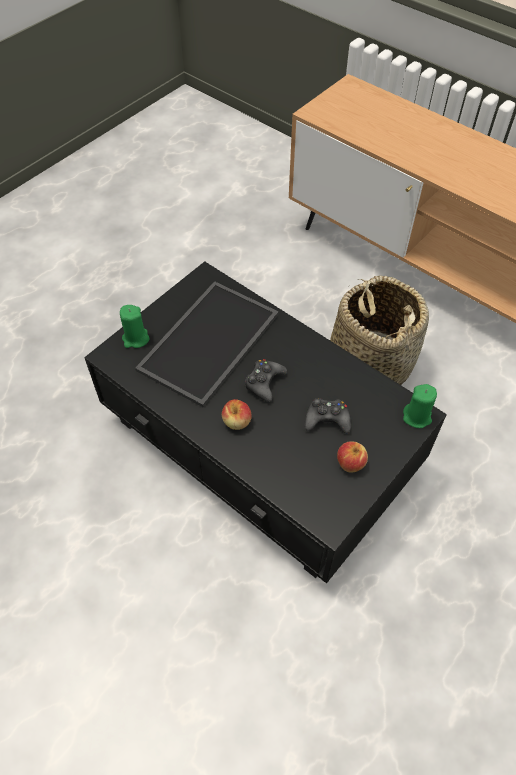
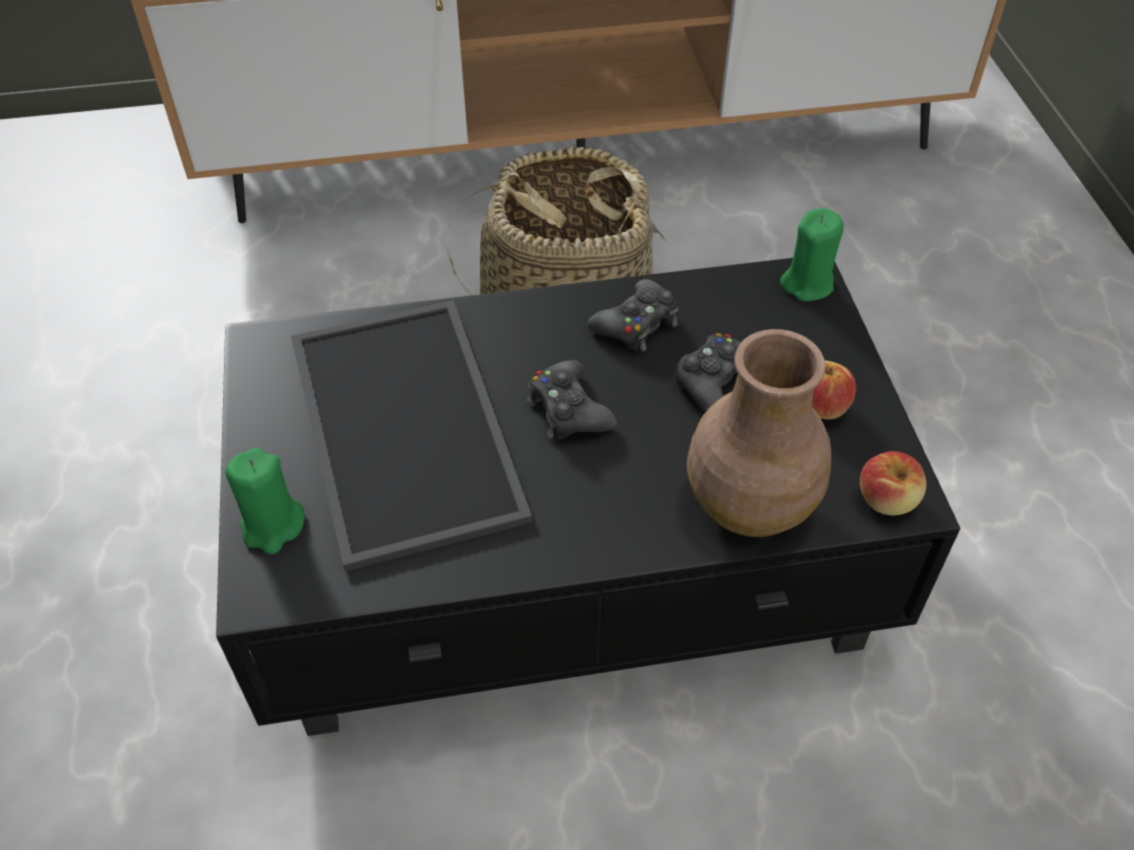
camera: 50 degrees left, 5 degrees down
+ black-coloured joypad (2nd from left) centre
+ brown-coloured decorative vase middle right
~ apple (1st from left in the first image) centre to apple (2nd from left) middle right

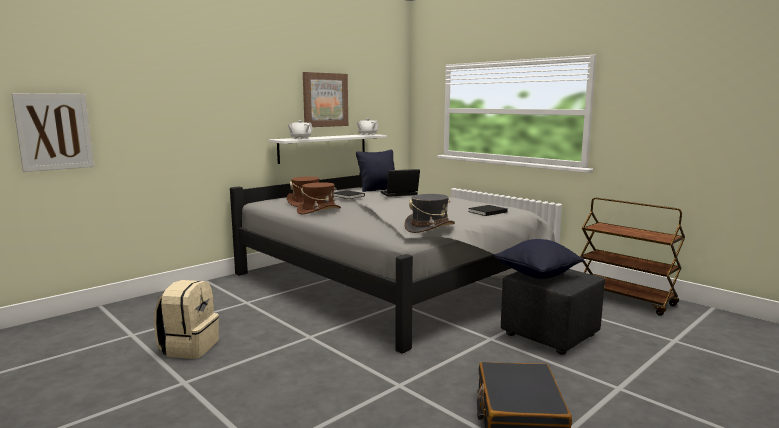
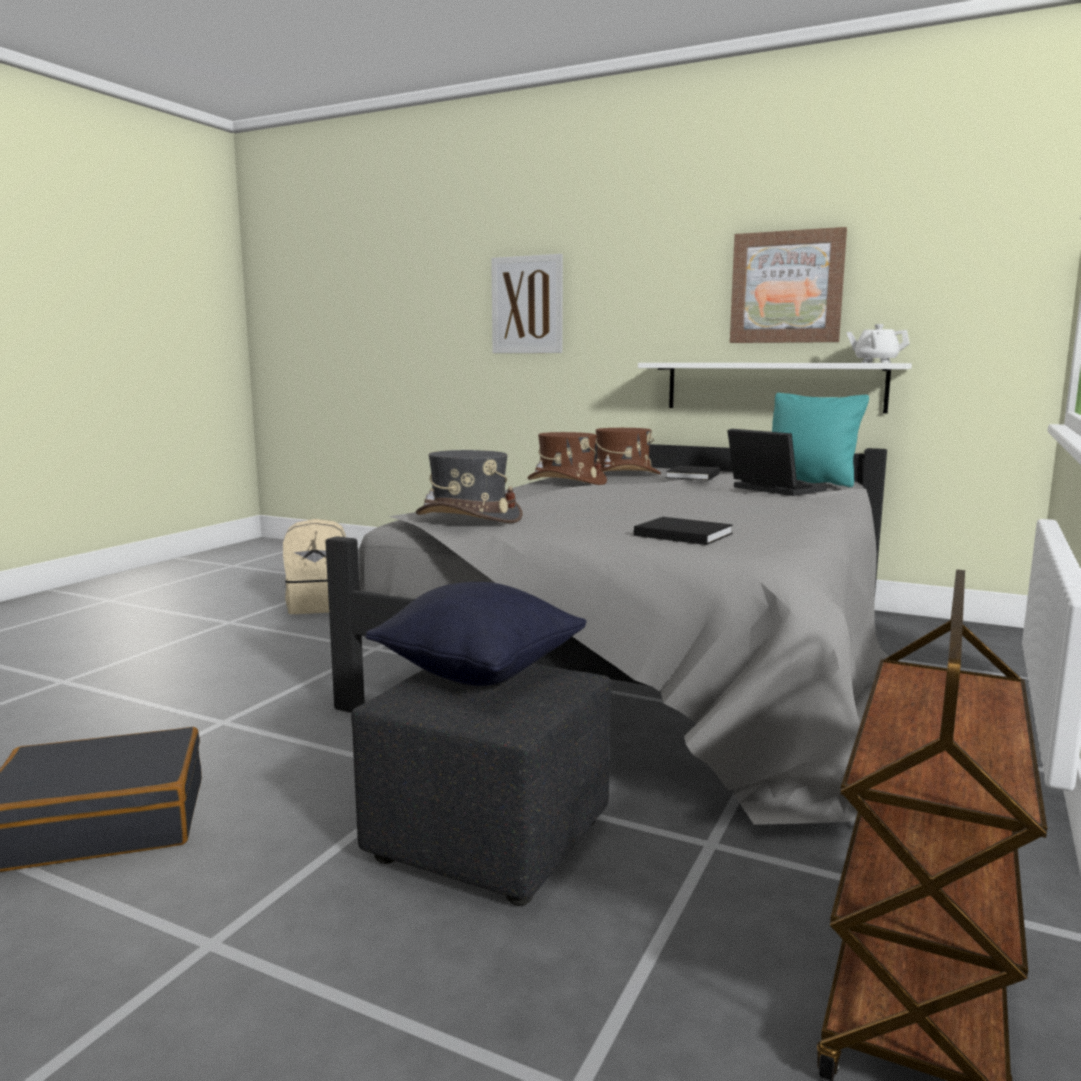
camera: 70 degrees right, 0 degrees up
~ picture (1st from left) top left to top centre
~ black-coloured cushion (1st from left) centre to turquoise-coloured cushion middle right
- white teapot (1st from left) top centre

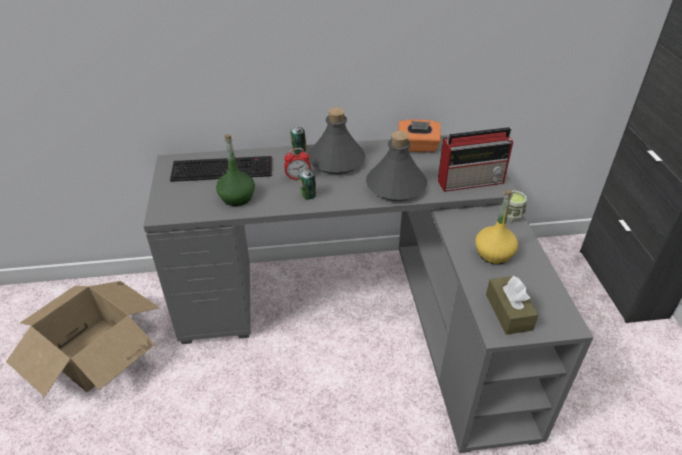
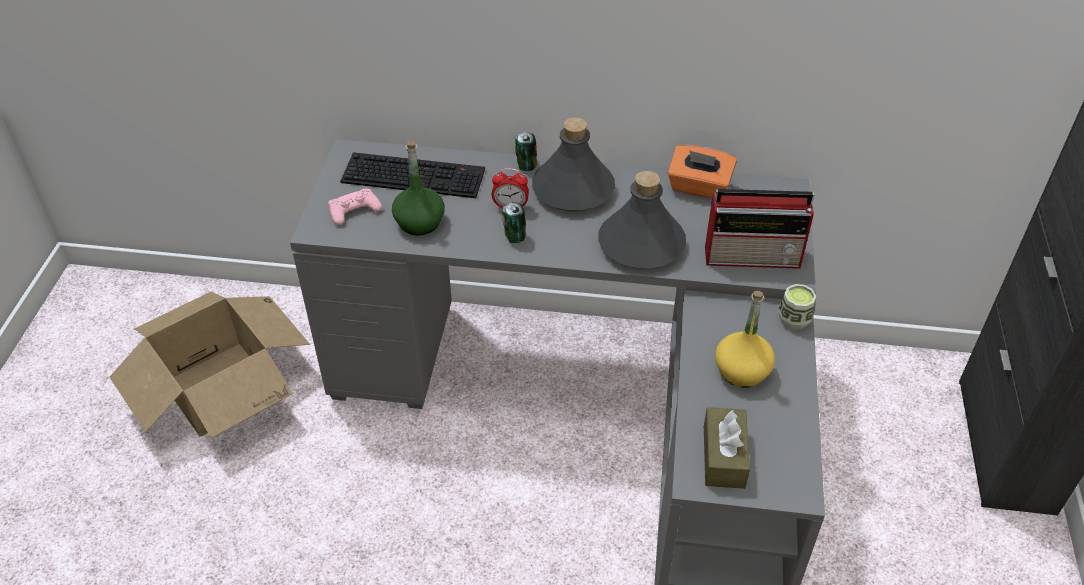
camera: 15 degrees right, 5 degrees up
+ pinkish joypad middle left

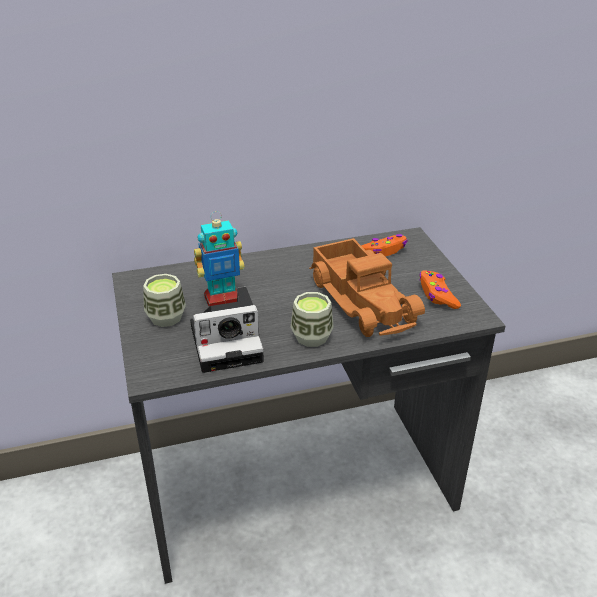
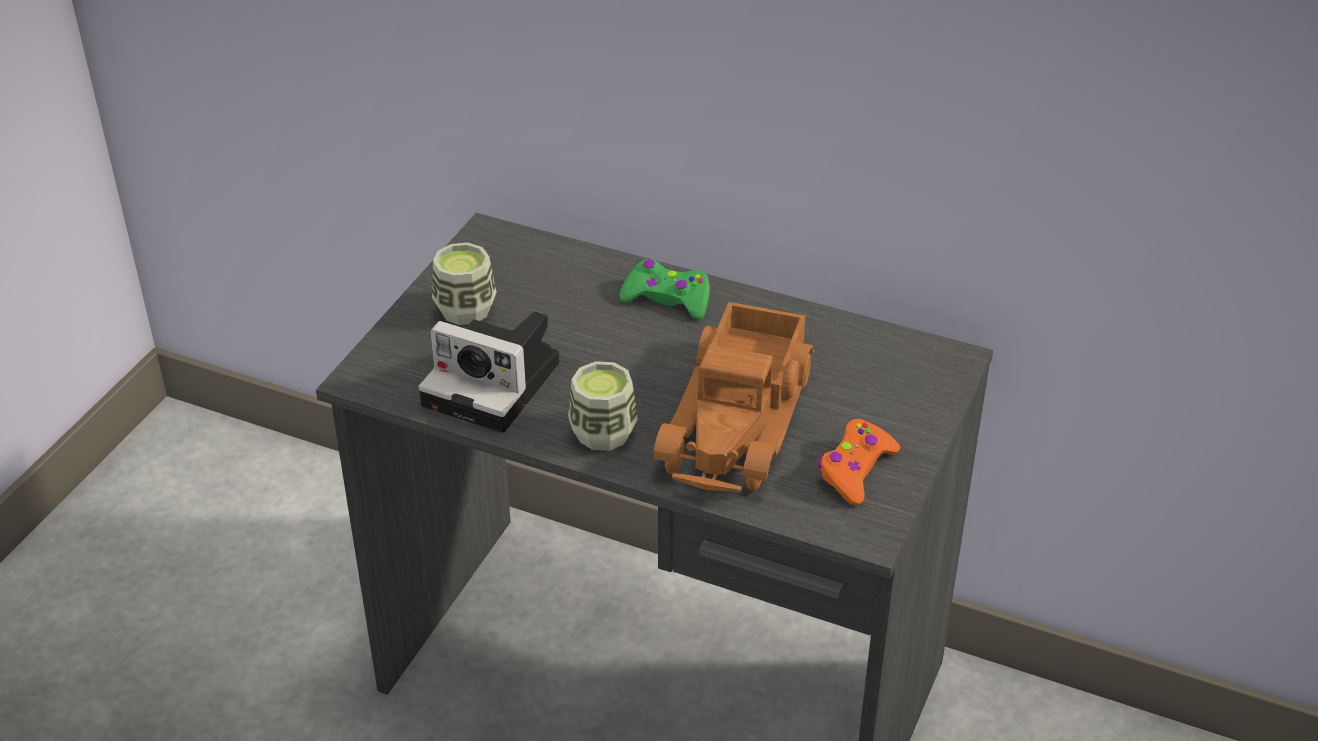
camera: 40 degrees right, 5 degrees up
+ green-coloured joypad centre
- model robot centre
- orangey joypad (1st from left) centre

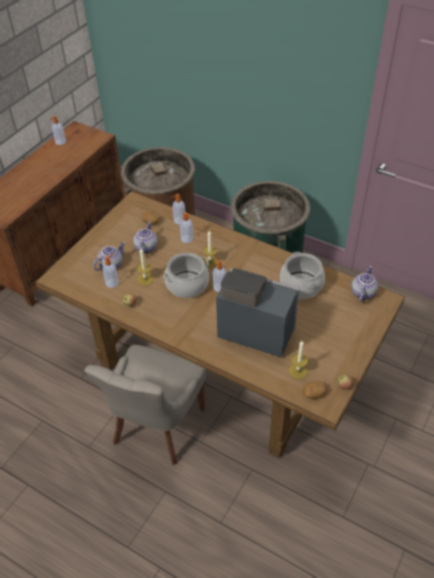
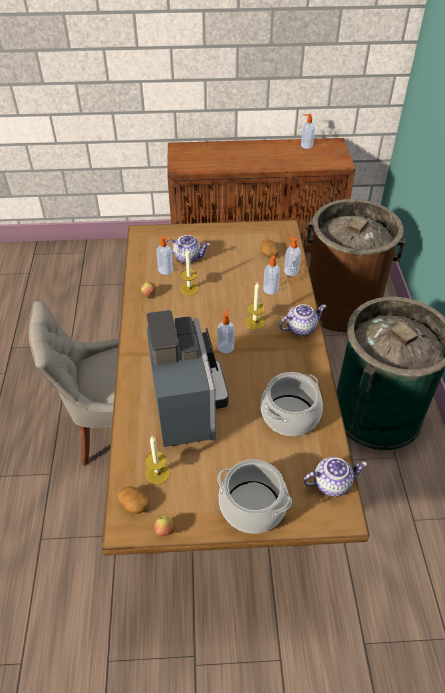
camera: 55 degrees right, 0 degrees up
~ cooking pot (1st from left) centre to bottom centre
~ teapot (2nd from left) centre to middle right

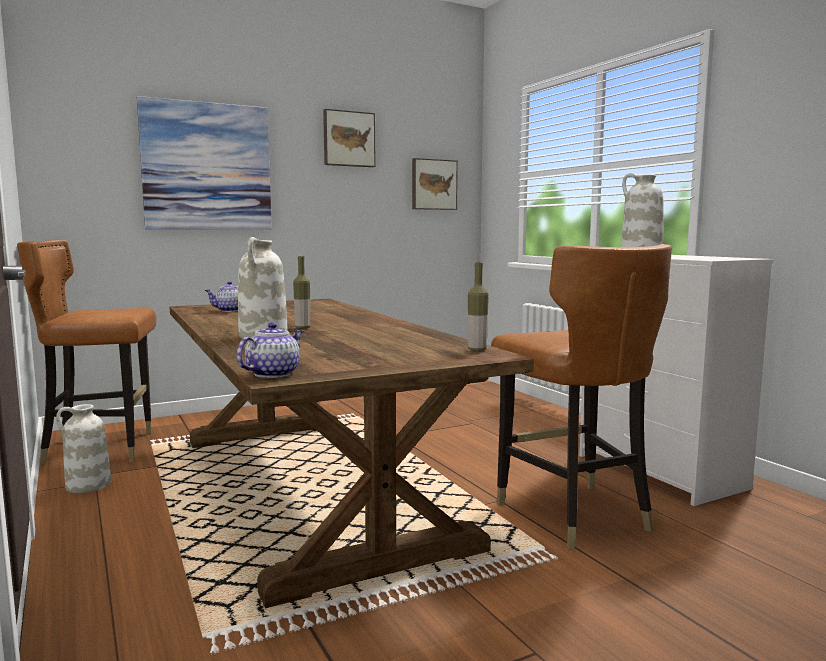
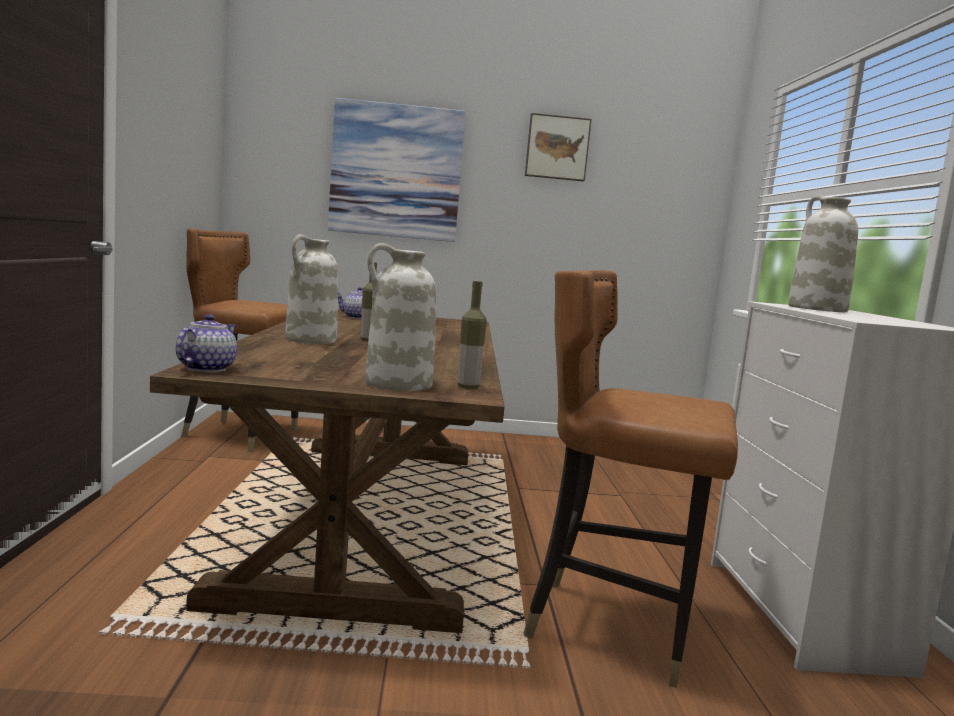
camera: 25 degrees right, 0 degrees up
~ teapot (2nd from left in the first image) middle left = middle left 45 degrees counterclockwise
~ white decorative vase (1st from left in the first image) bottom left to white decorative vase (2nd from left) centre
~ brown-coloured upright chair (2nd from left) middle right = bottom centre 105 degrees clockwise
- picture (3rd from left) top centre

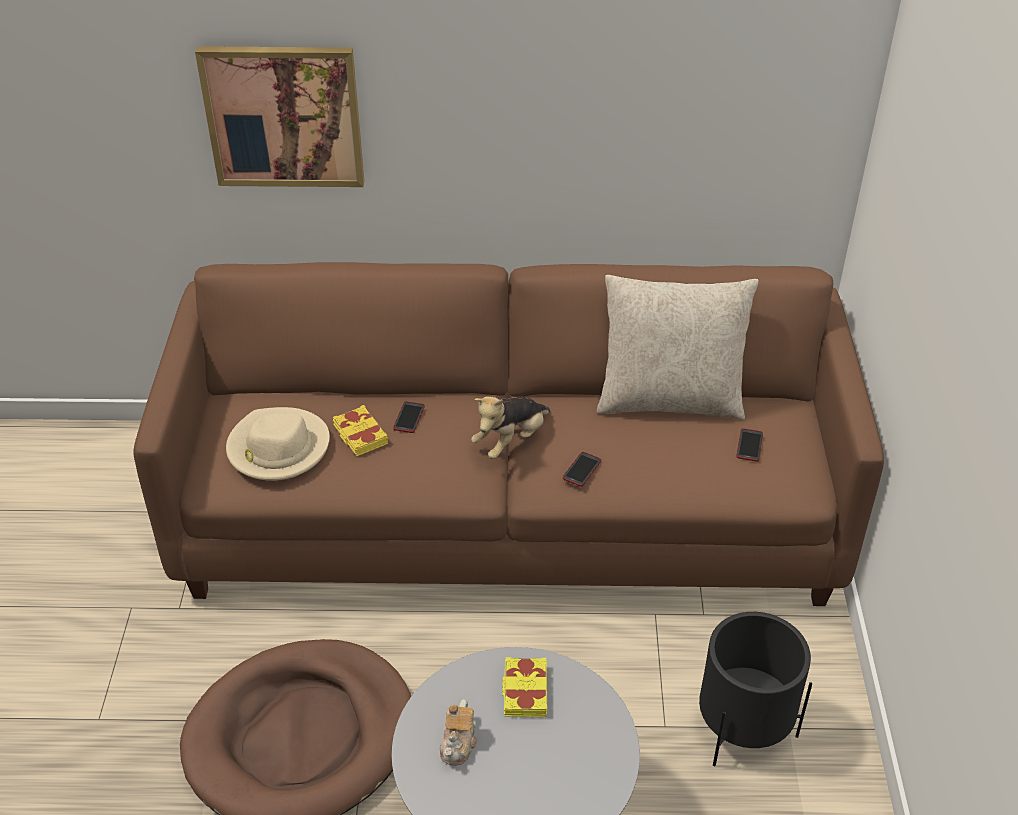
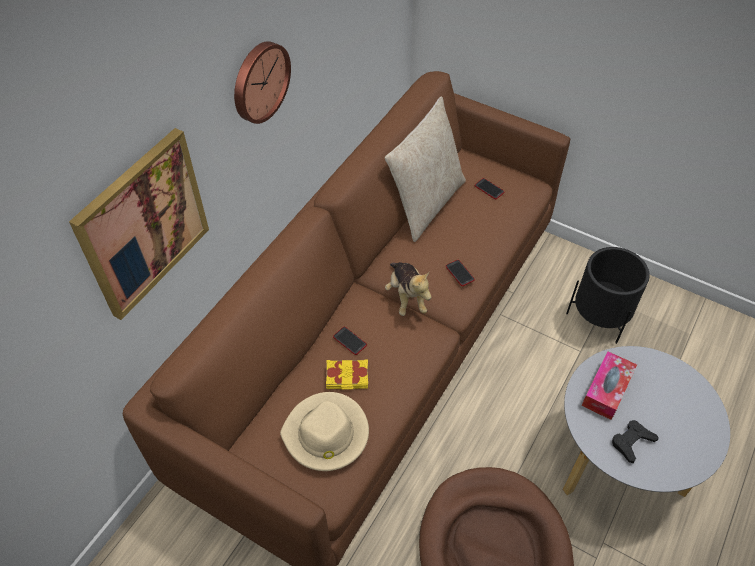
camera: 60 degrees left, 10 degrees up
+ clock on the wall top centre
~ yellow-coloured book (2nd from left) bottom centre to tissue box bottom right
~ teapot bottom centre to black-coloured joypad bottom right

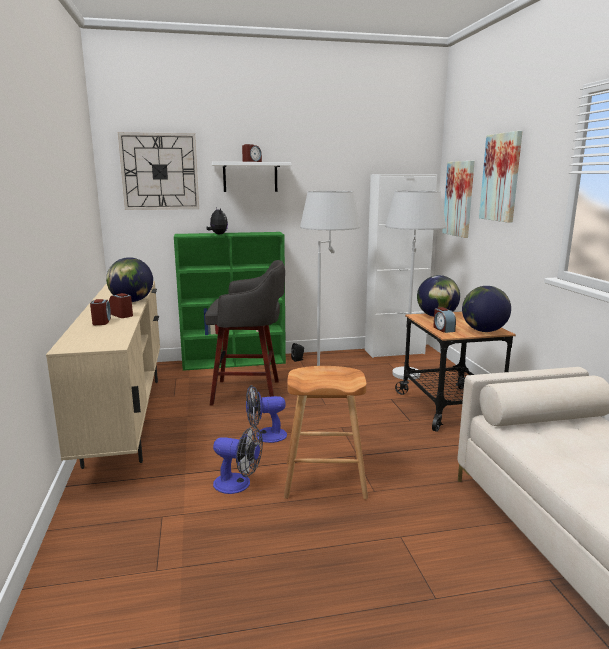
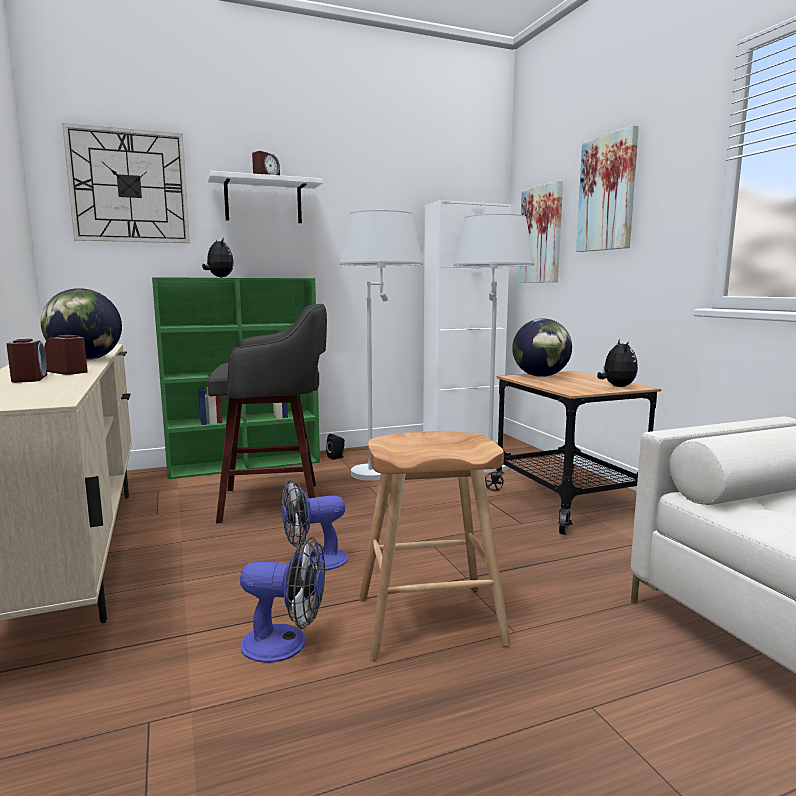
camera: 10 degrees left, 5 degrees down
~ world globe (3rd from left) middle right to plush toy (2nd from left) middle right
- bedside clock (4th from left) middle right

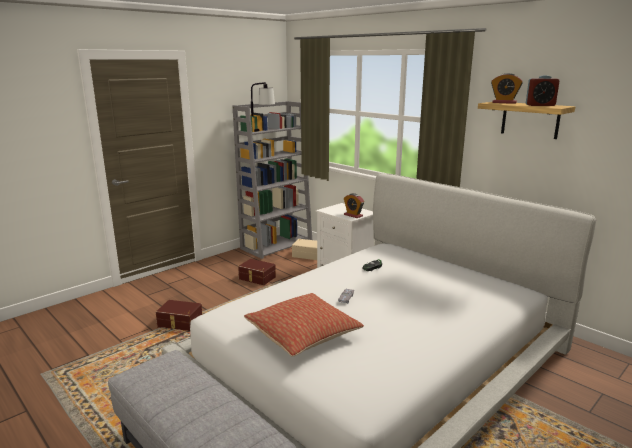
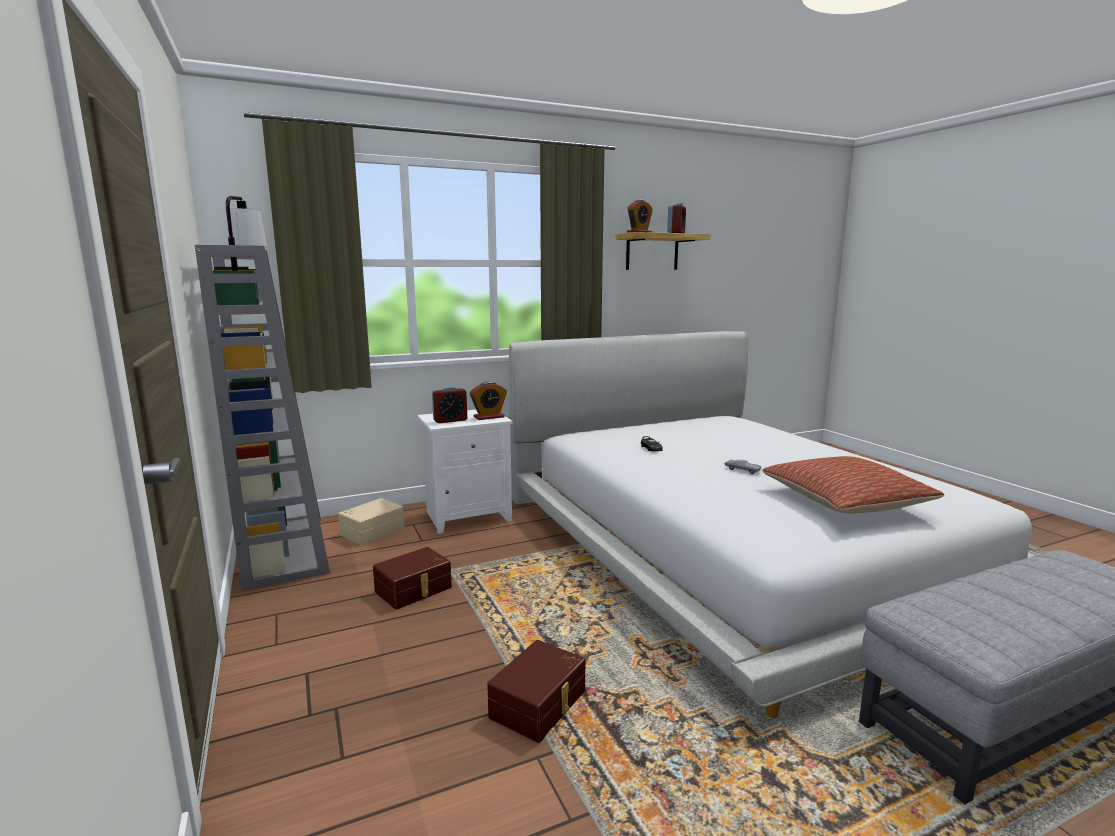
camera: 70 degrees left, 5 degrees down
+ bedside clock (1st from left) centre

